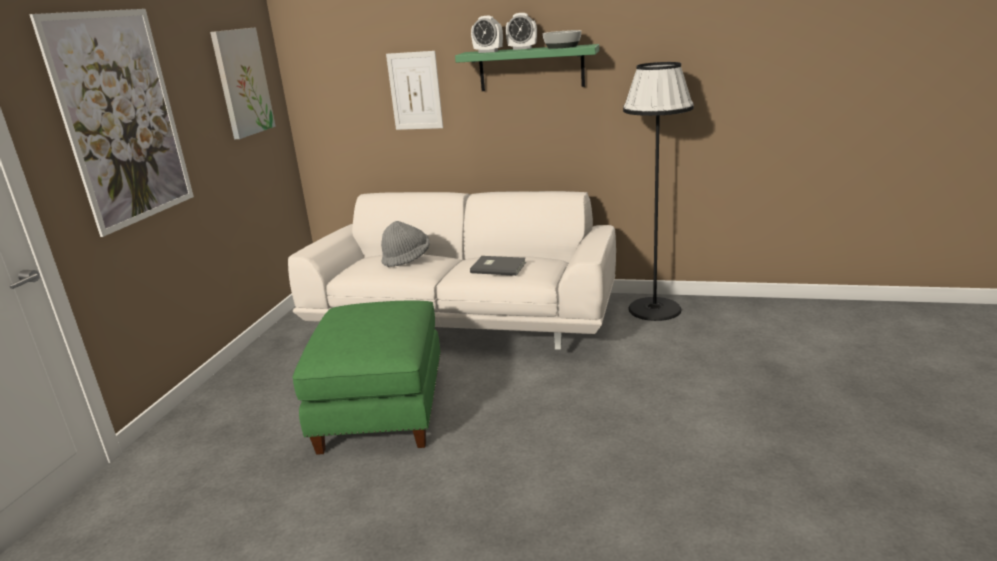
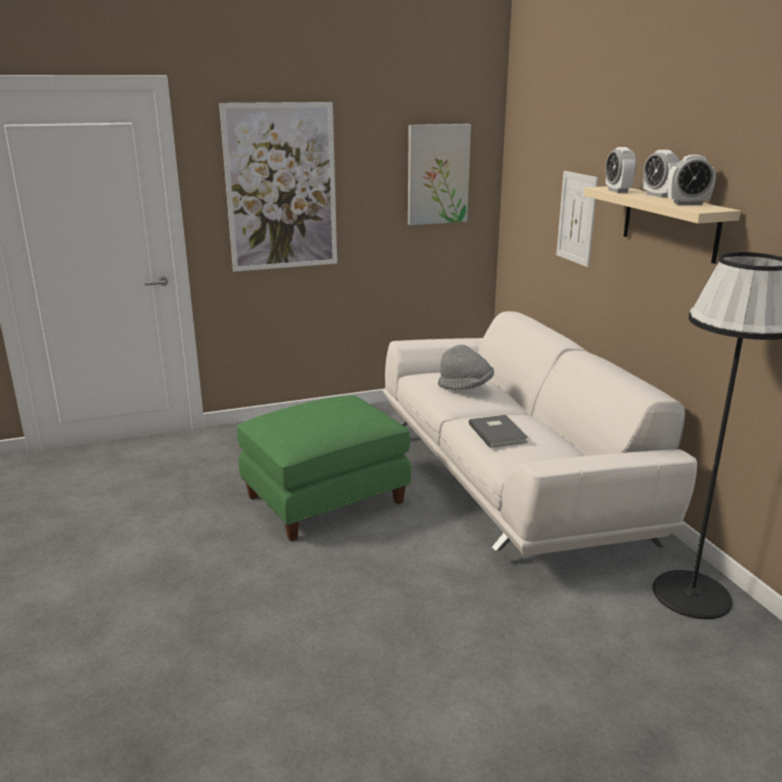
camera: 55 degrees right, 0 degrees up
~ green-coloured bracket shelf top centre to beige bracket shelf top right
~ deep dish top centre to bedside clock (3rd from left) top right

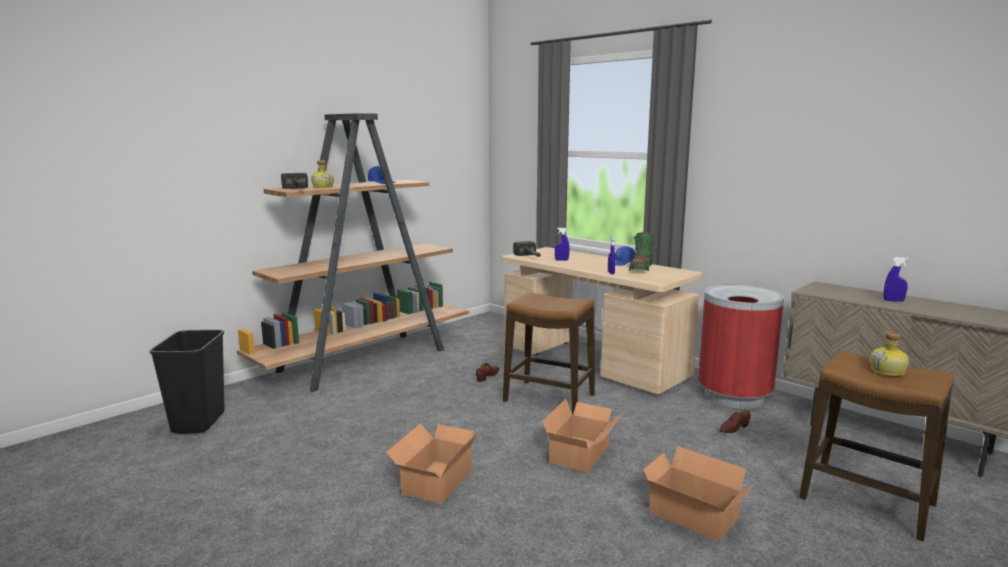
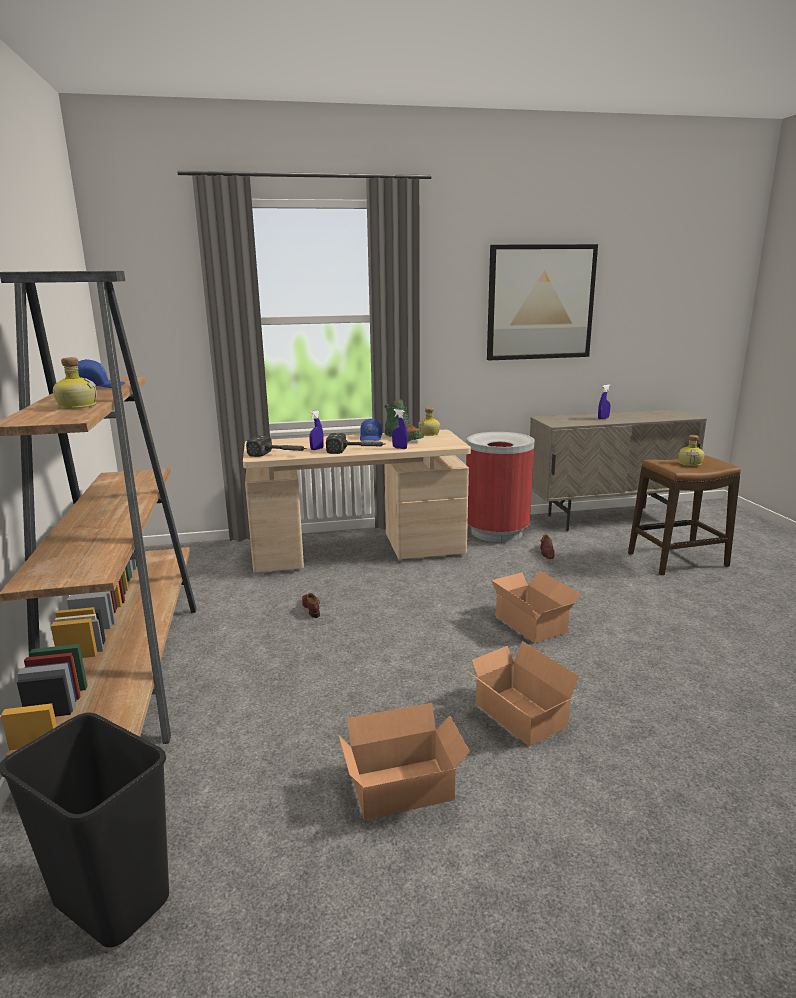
camera: 55 degrees left, 5 degrees up
~ hand hammer (1st from left in the first image) top left to hand hammer (2nd from left) centre
~ carton (3rd from left in the first image) bottom right to carton (1st from left) bottom centre
+ bottle (2nd from left) centre
+ picture top right
- sitting stool (1st from left) centre

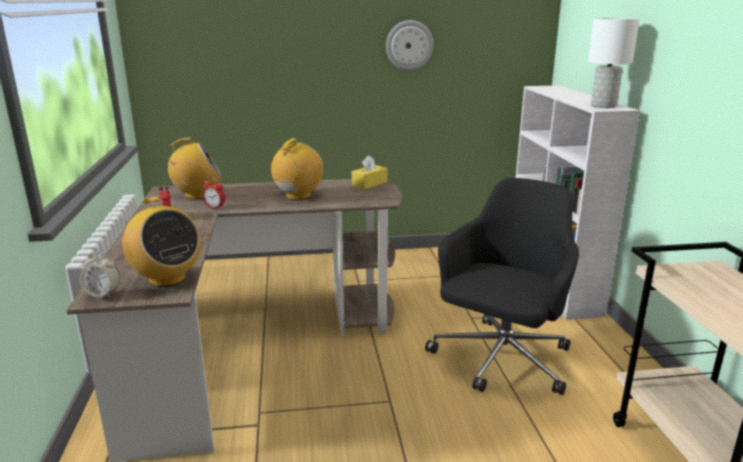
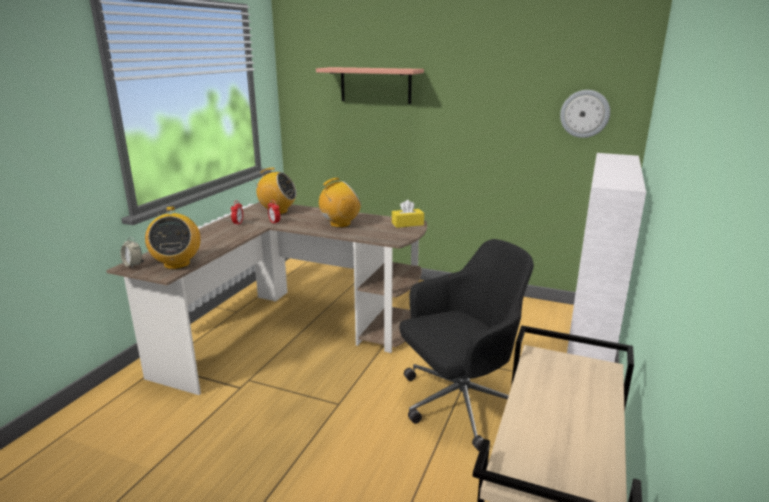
camera: 30 degrees right, 0 degrees up
+ bracket shelf top centre
~ clock on the wall top centre to top right
- white lamp for a table top right

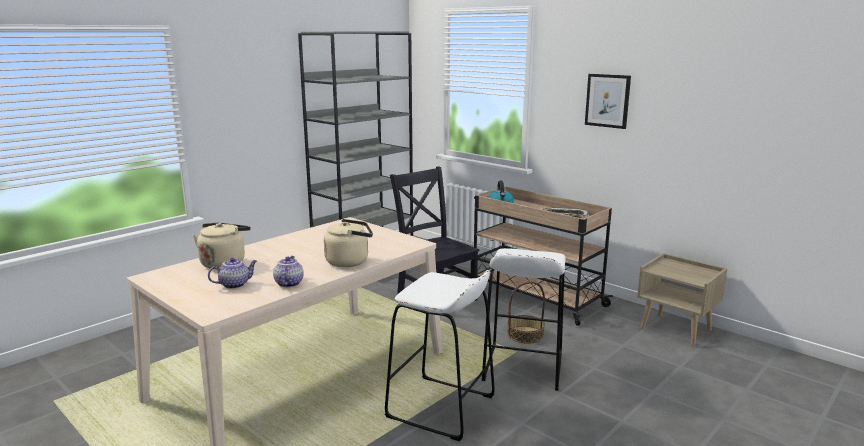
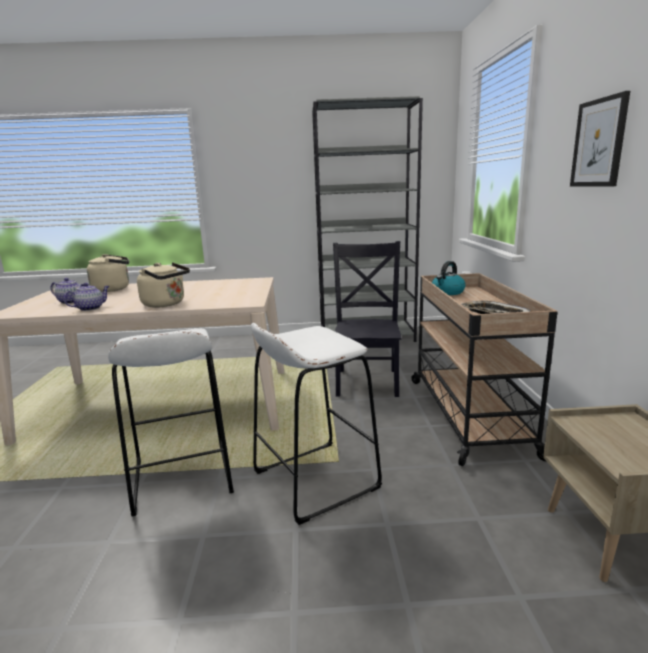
camera: 45 degrees right, 0 degrees up
- basket bottom centre

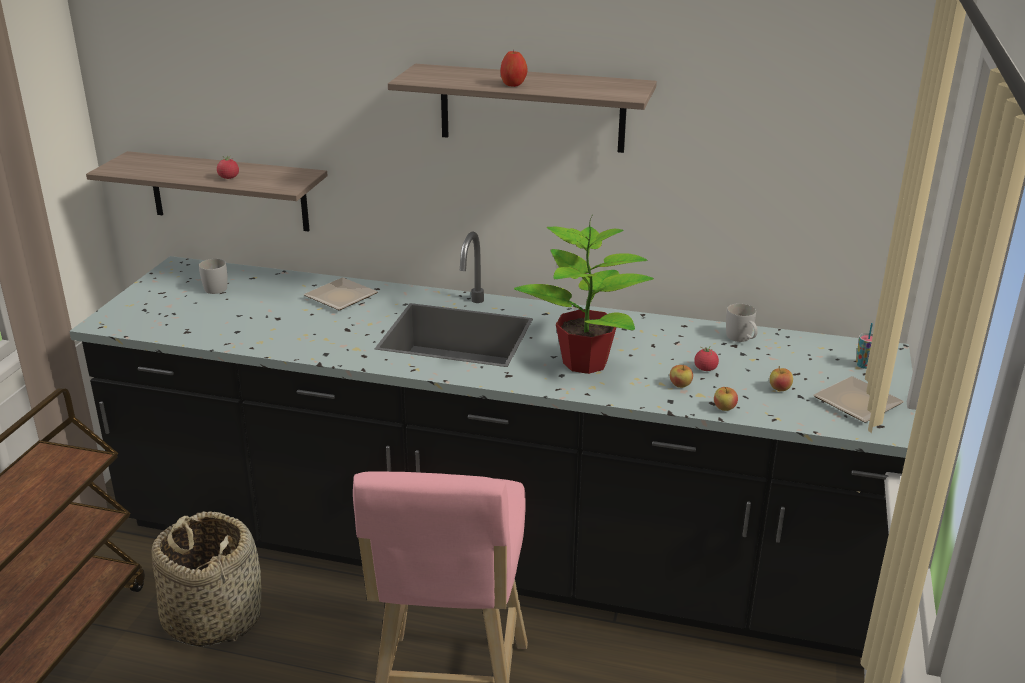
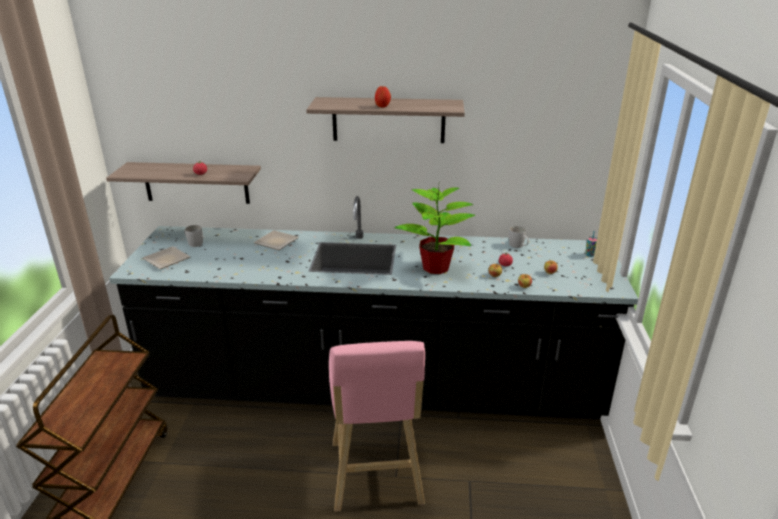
camera: 10 degrees left, 0 degrees up
~ plate (2nd from left in the first image) middle right to plate (1st from left) middle left
- basket bottom left

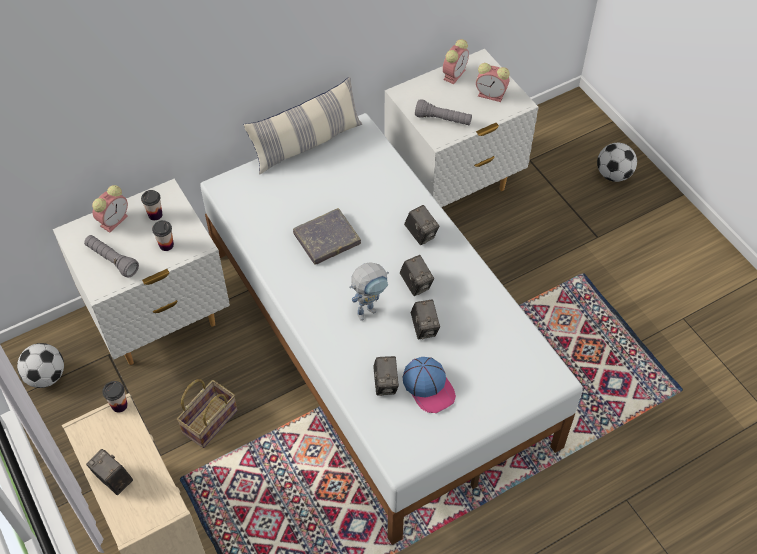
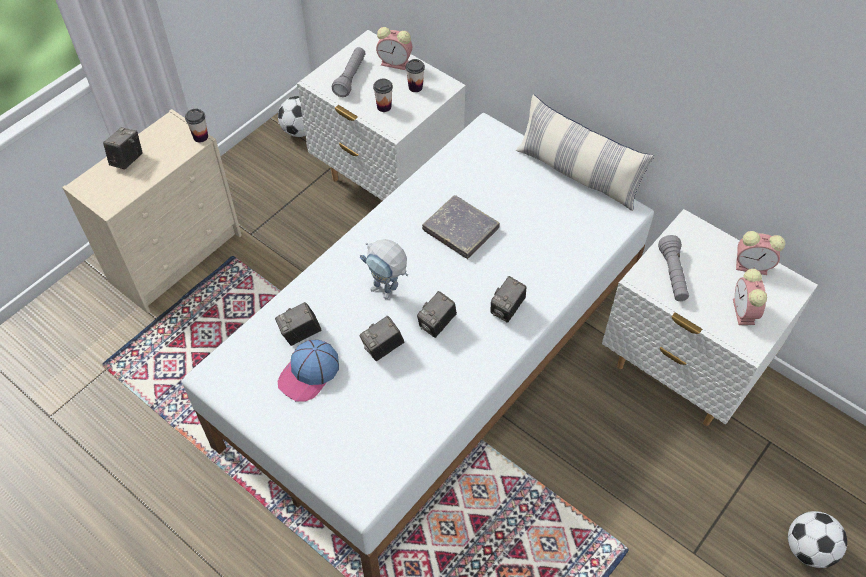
camera: 70 degrees right, 0 degrees up
- basket bottom left

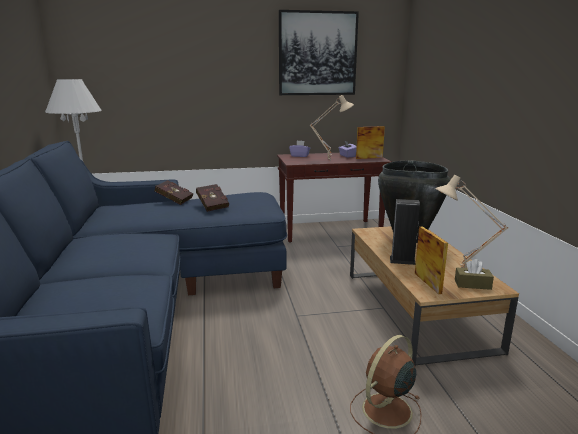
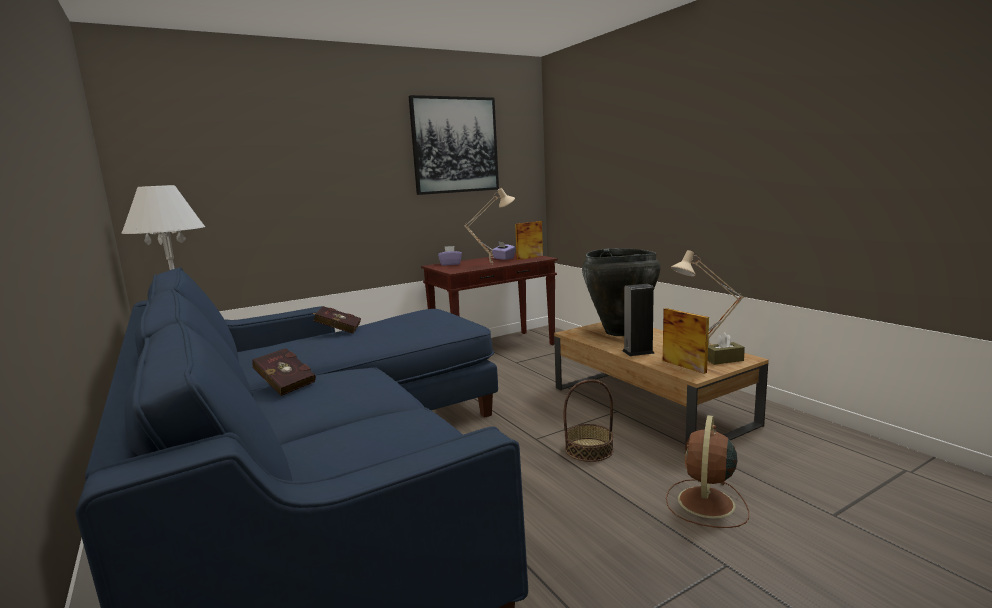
camera: 20 degrees left, 5 degrees down
~ red book (2nd from left in the first image) centre to red book (1st from left) middle left
+ basket bottom centre

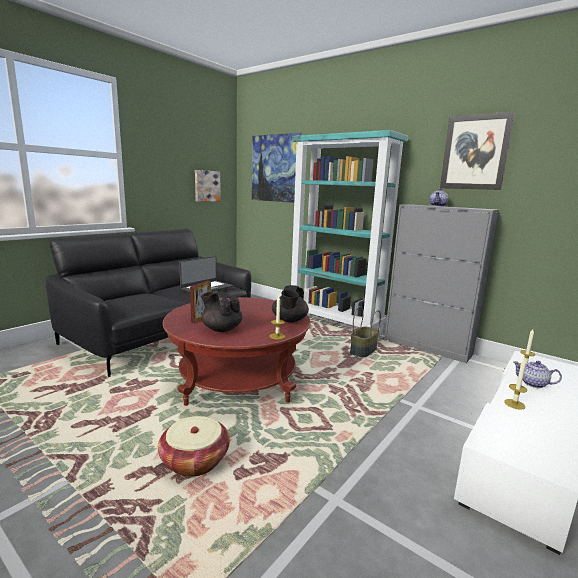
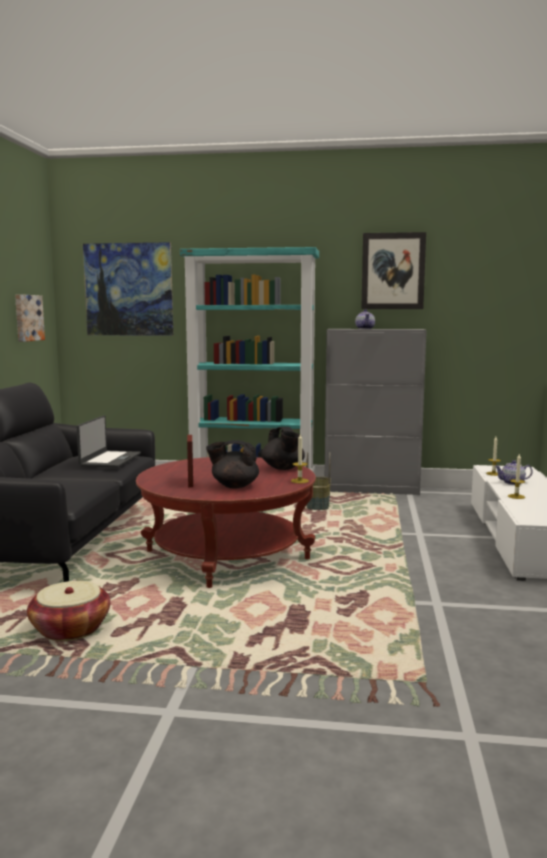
camera: 30 degrees left, 5 degrees down
~ basket (1st from left) bottom centre to bottom left

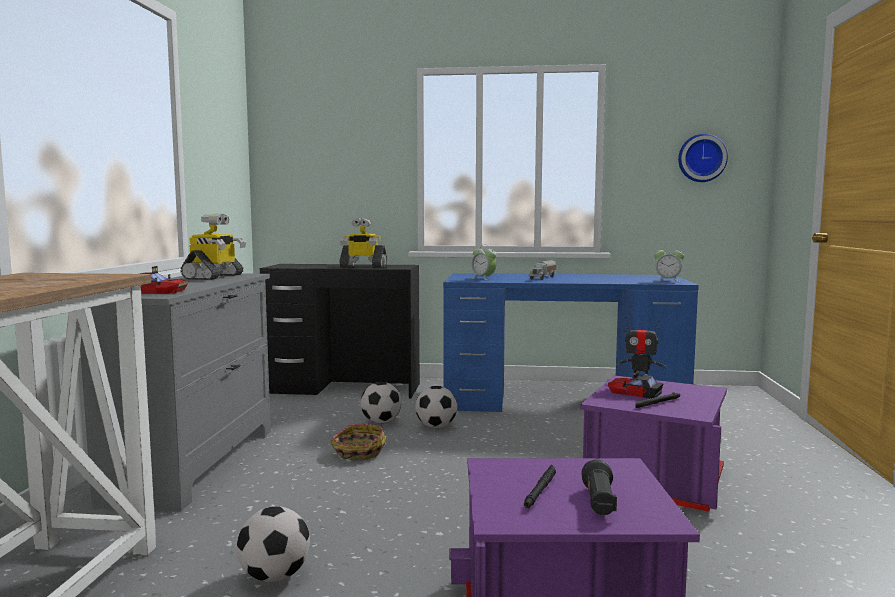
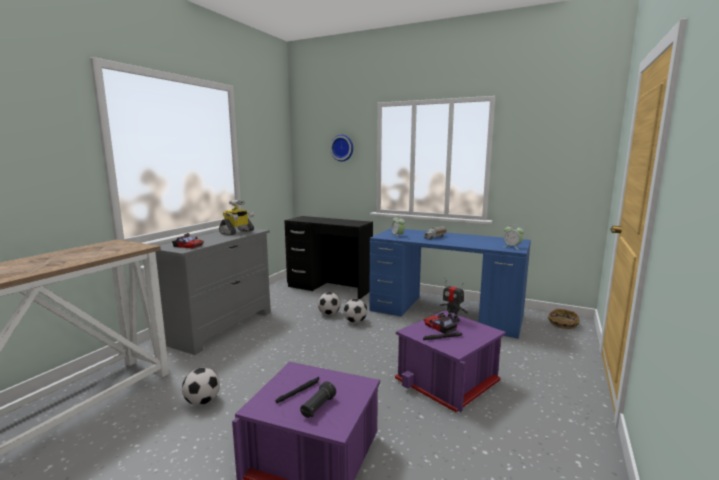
camera: 20 degrees right, 5 degrees up
~ clock on the wall top right to top centre
~ basket bottom centre to middle right
- model robot (2nd from left) centre

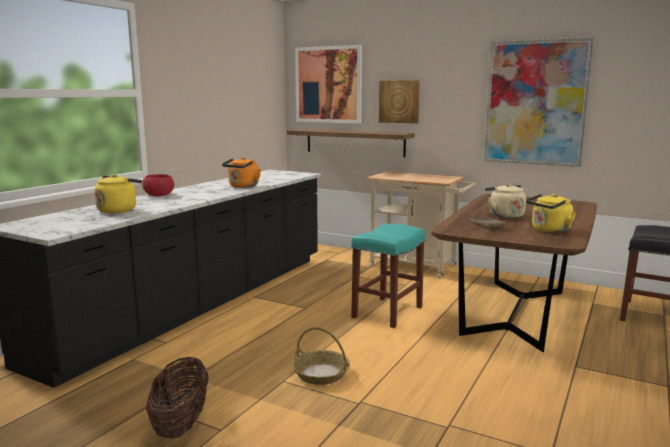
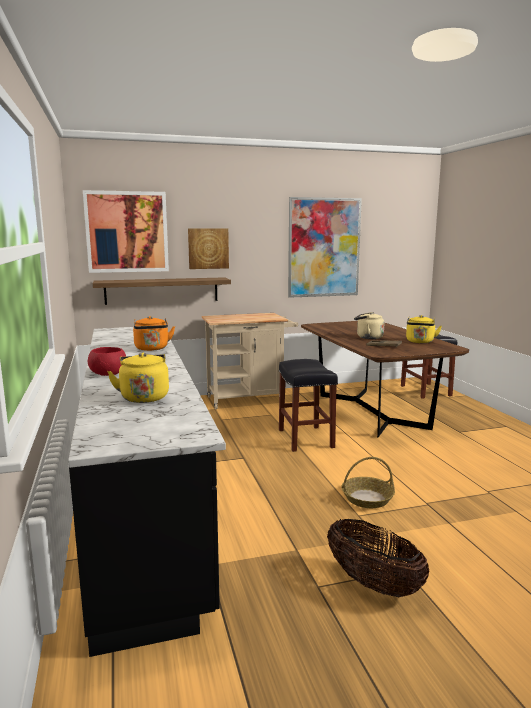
camera: 45 degrees left, 0 degrees up
~ turquoise-coloured sitting stool centre to black-coloured sitting stool (1st from left) centre

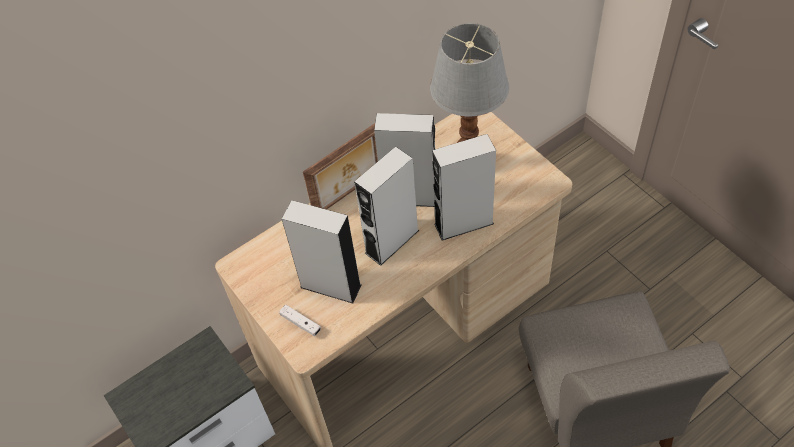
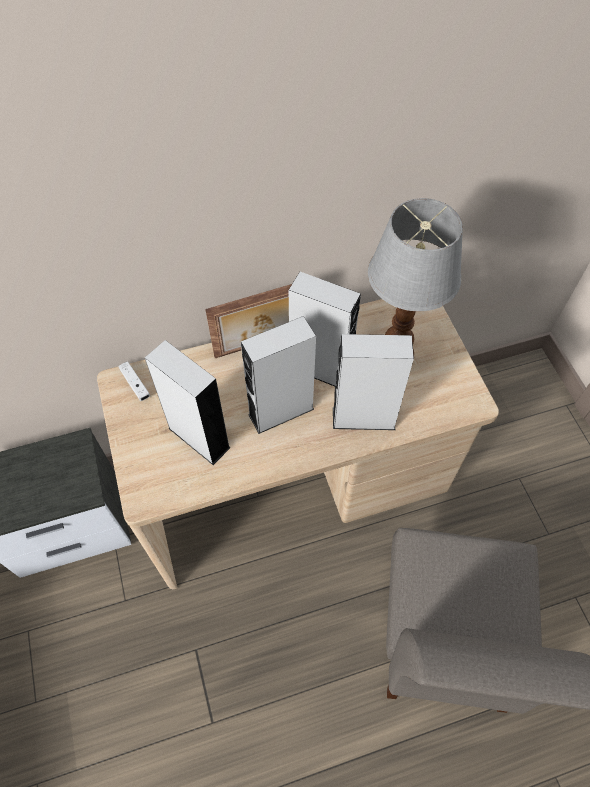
camera: 15 degrees right, 5 degrees up
~ white joypad bottom centre to middle left

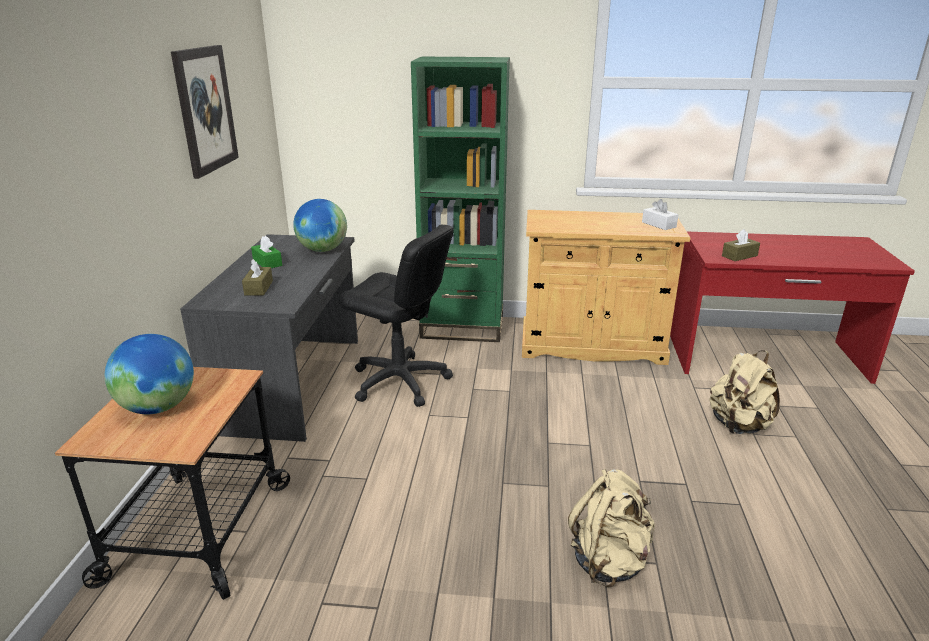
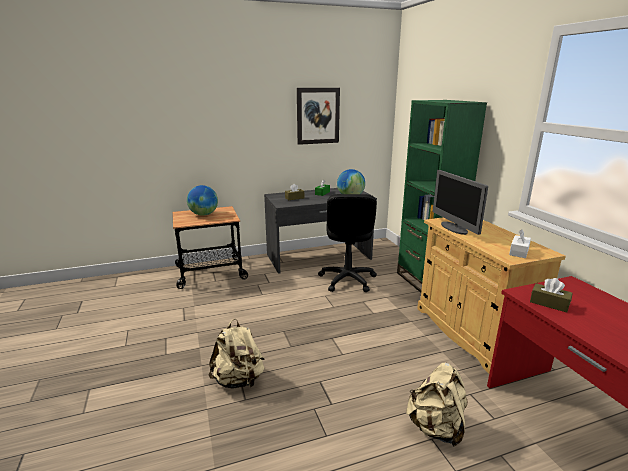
camera: 65 degrees right, 5 degrees down
+ computer screen middle right

